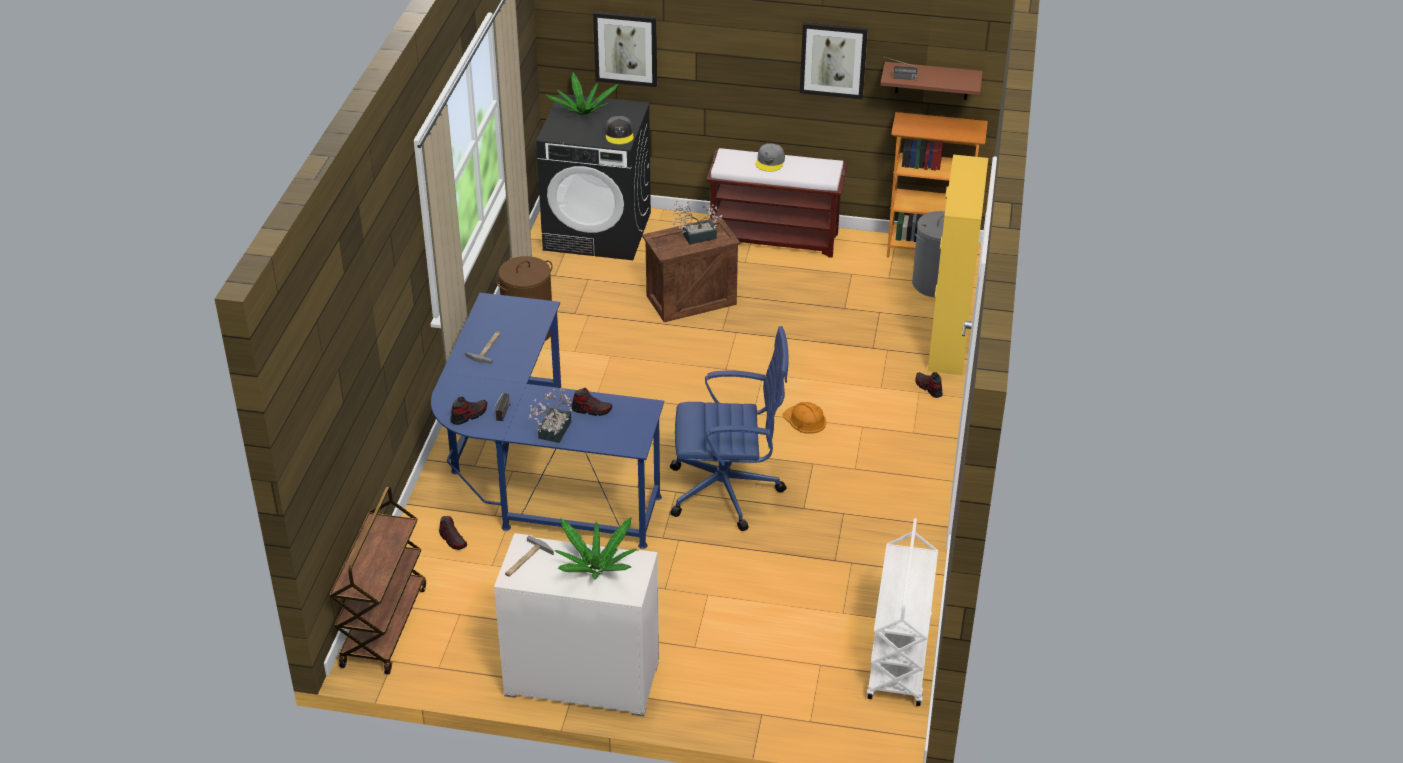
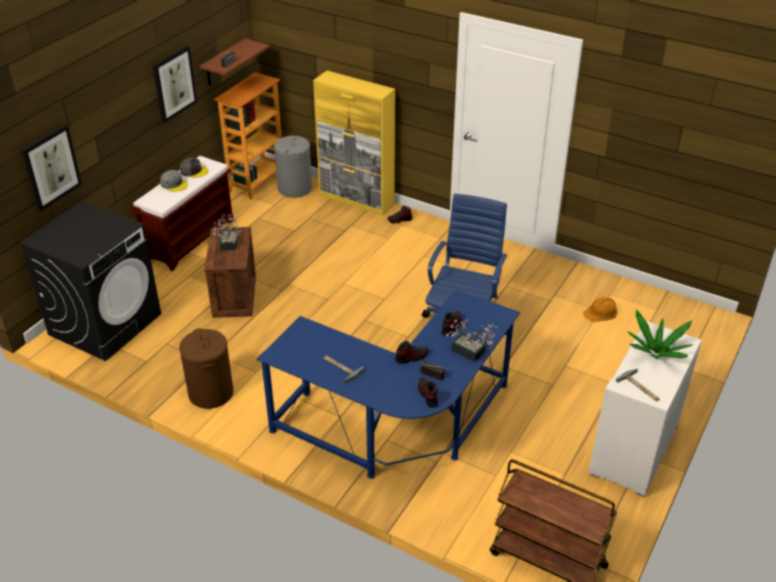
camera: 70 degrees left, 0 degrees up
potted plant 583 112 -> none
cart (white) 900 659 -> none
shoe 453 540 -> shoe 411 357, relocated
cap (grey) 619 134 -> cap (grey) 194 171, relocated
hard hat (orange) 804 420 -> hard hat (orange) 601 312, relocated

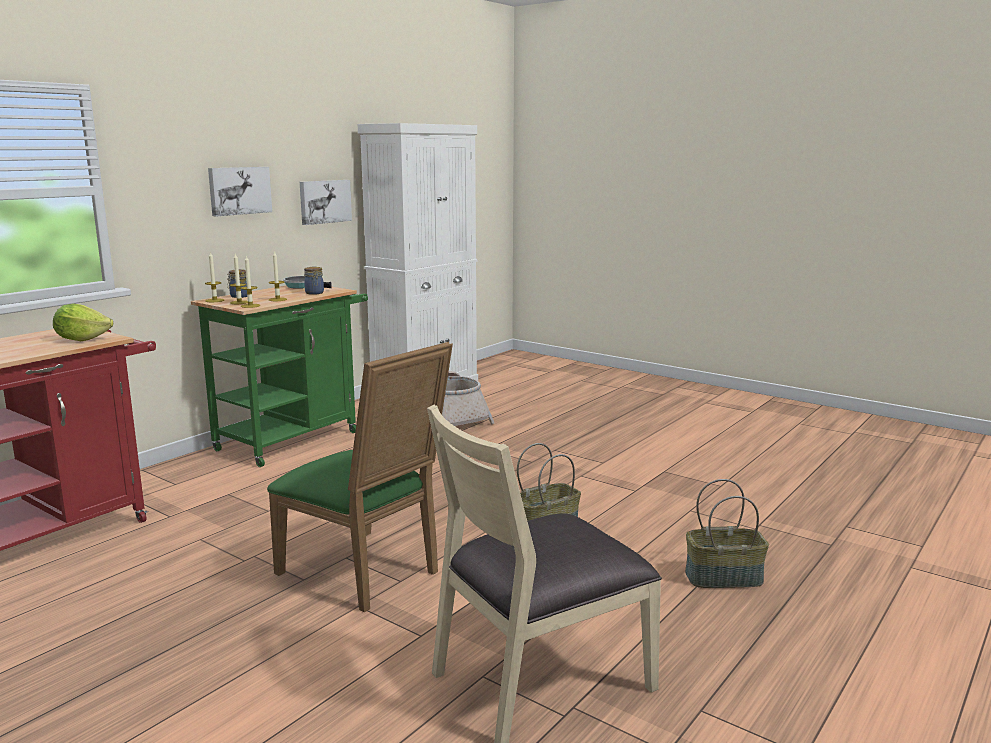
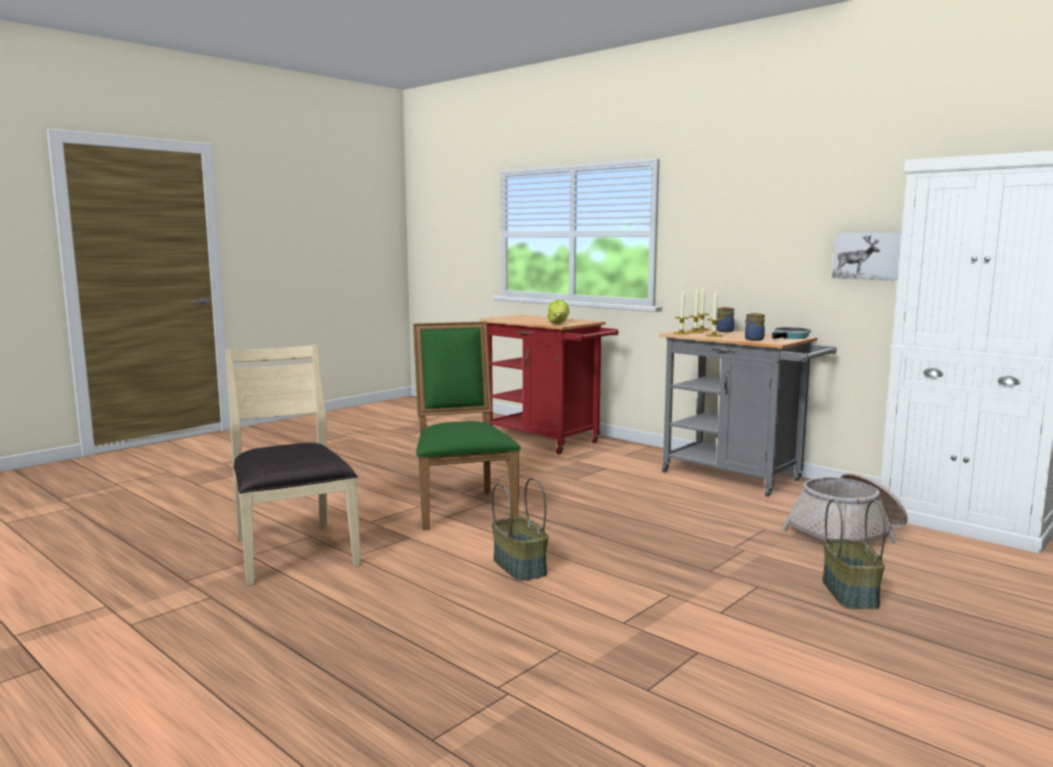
camera: 95 degrees right, 5 degrees down
picture 239 190 -> none
basket 724 577 -> basket 851 593, relocated
cart (green) 294 438 -> cart (grey) 739 478
chair (green) 366 573 -> chair (green) 462 507, 120 degrees clockwise

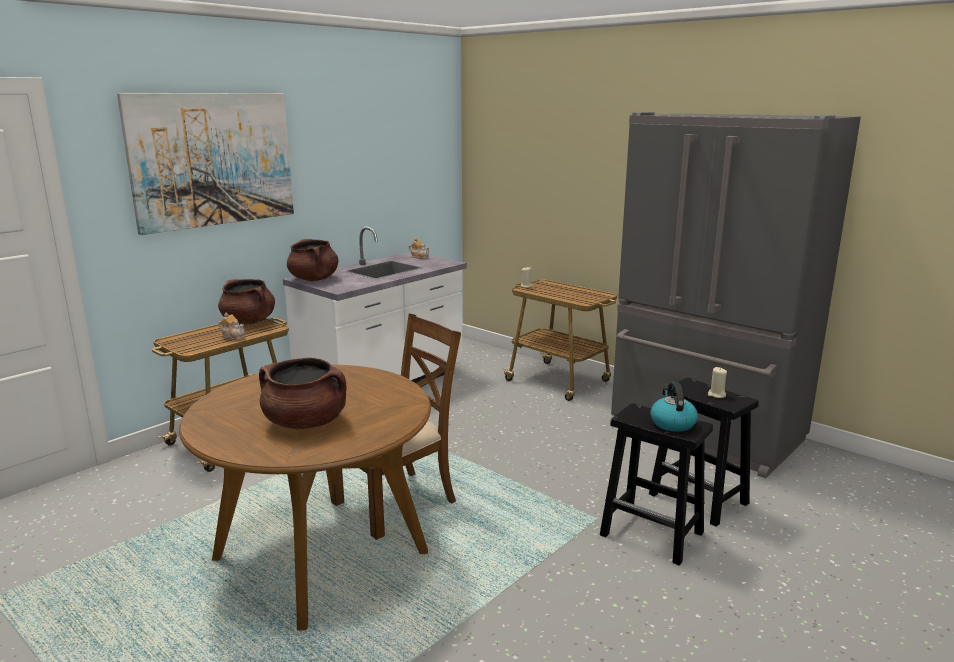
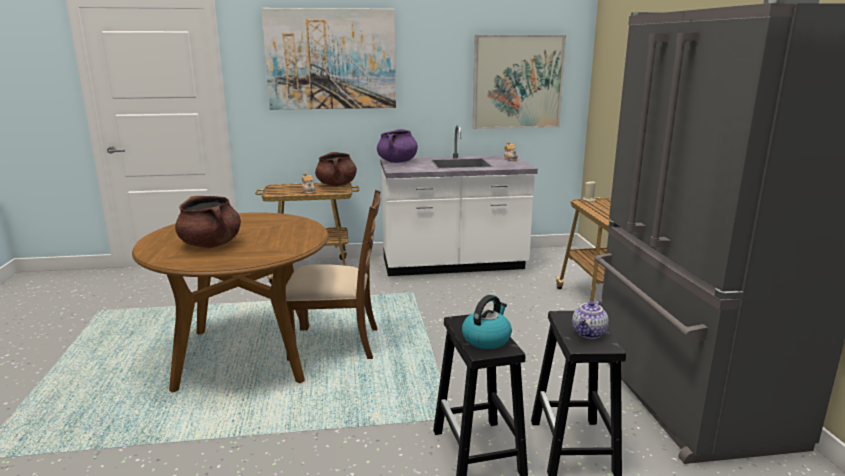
camera: 40 degrees right, 0 degrees up
none -> picture 517 82
candle (beige) 716 395 -> teapot 589 333
cooking pot (brown) 314 279 -> cooking pot (purple) 397 162

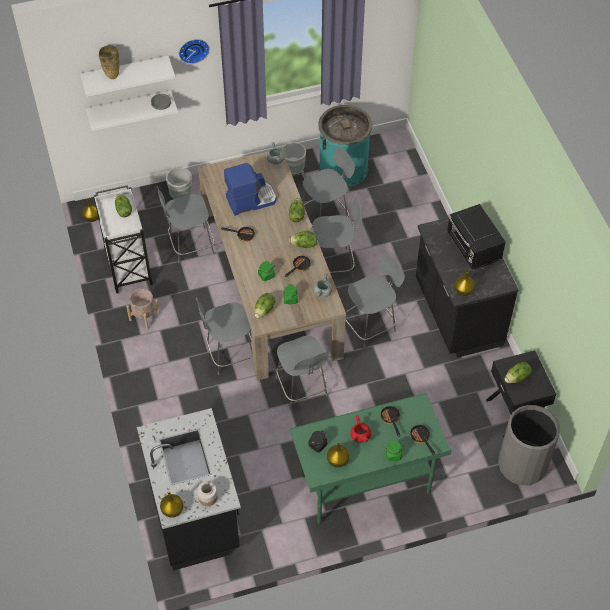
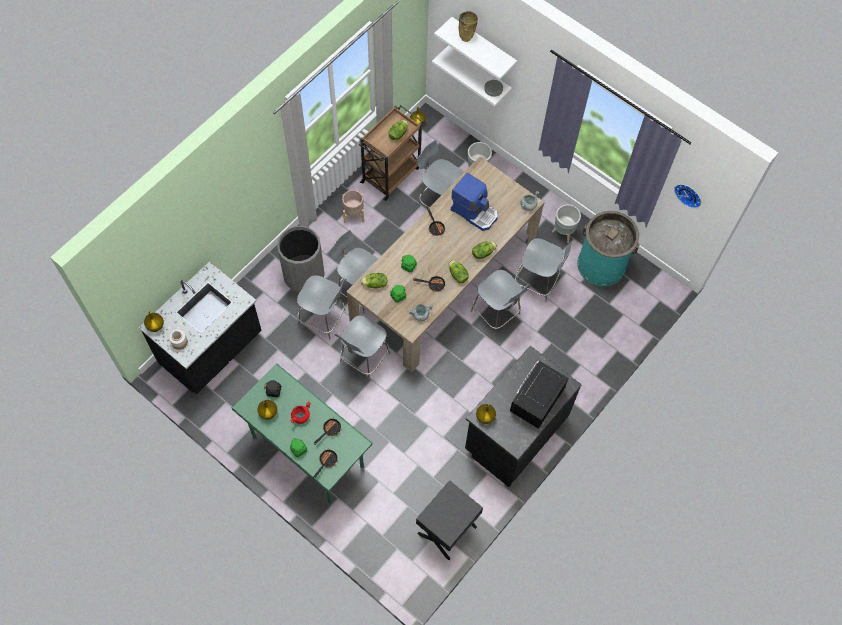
camera: 55 degrees right, 10 degrees up
lettuce 517 377 -> none
wall clock 193 49 -> wall clock 689 194, relocated
chair (grey) 370 326 -> chair (grey) 323 318, relocated
trash can (grey) 522 465 -> trash can (grey) 304 275, relocated
cart (white) 128 265 -> cart (brown) 391 174

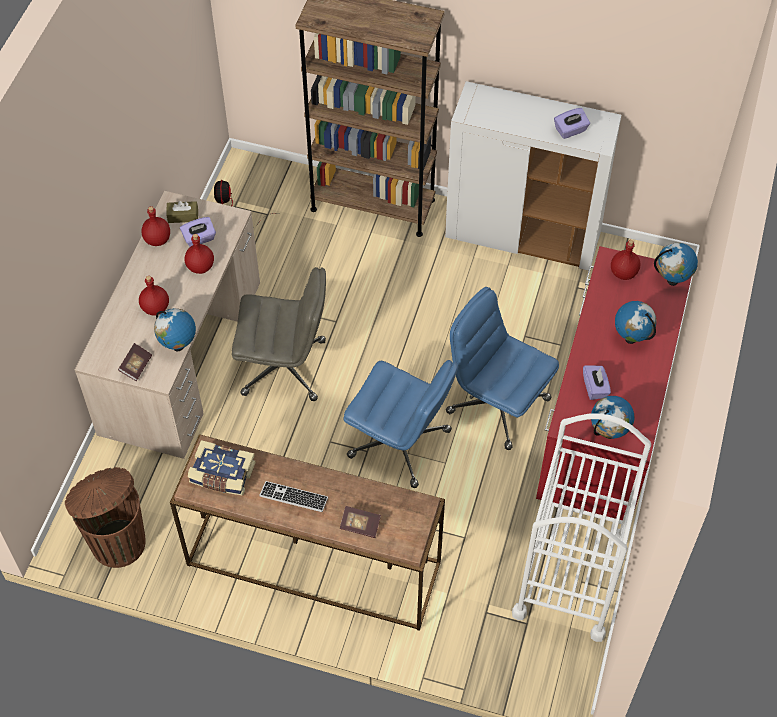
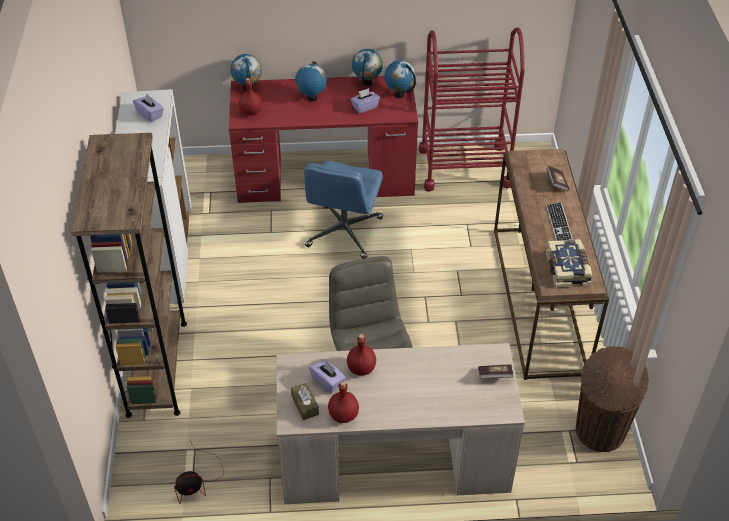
camera: 110 degrees left, 10 degrees down
bottle (red) 155 308 -> none
office chair (blue) 401 443 -> none
globe 178 346 -> globe 367 83, relocated
cart (white) 570 576 -> cart (red) 464 167

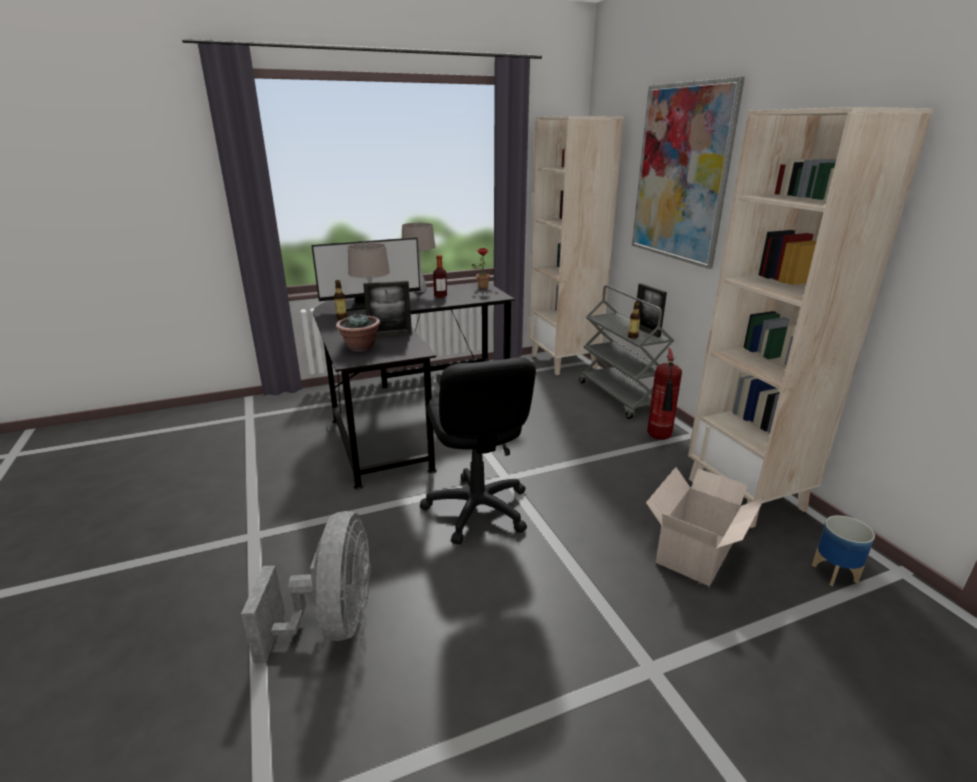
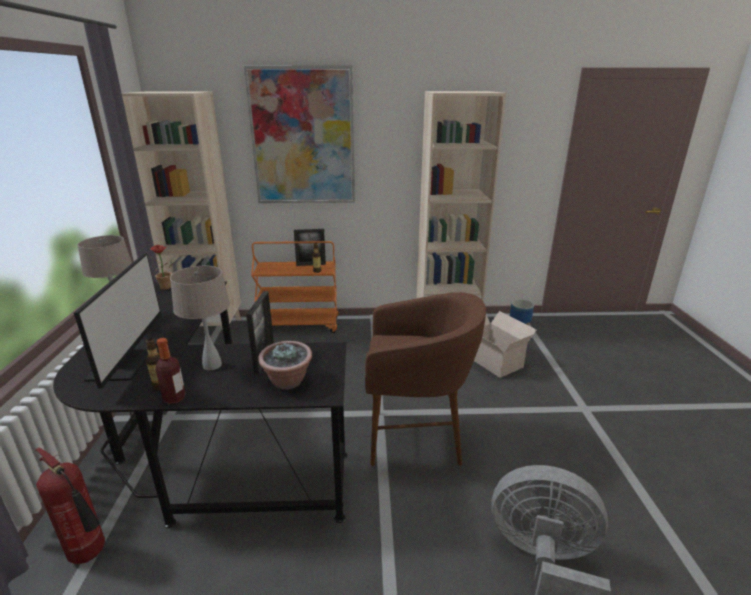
camera: 70 degrees left, 0 degrees up
bottle 440 296 -> bottle 174 398, relocated
fire extinguisher 659 438 -> fire extinguisher 91 554, relocated
office chair (black) 477 509 -> stool (brown) 416 440
cart (grey) 620 397 -> cart (orange) 299 325

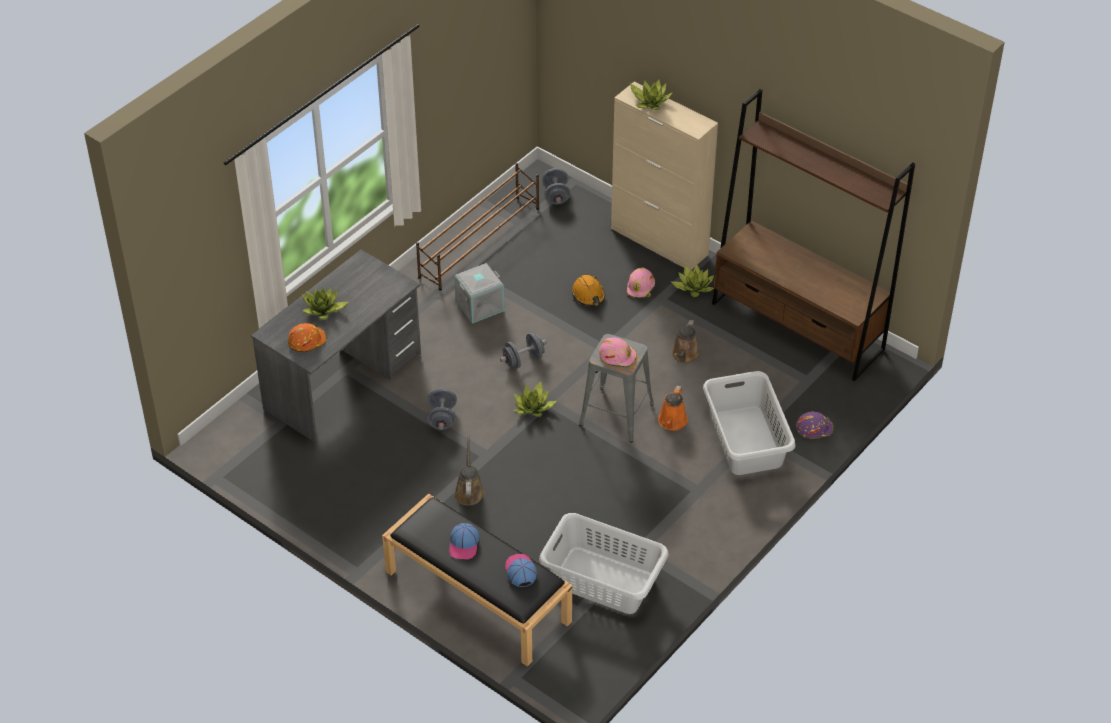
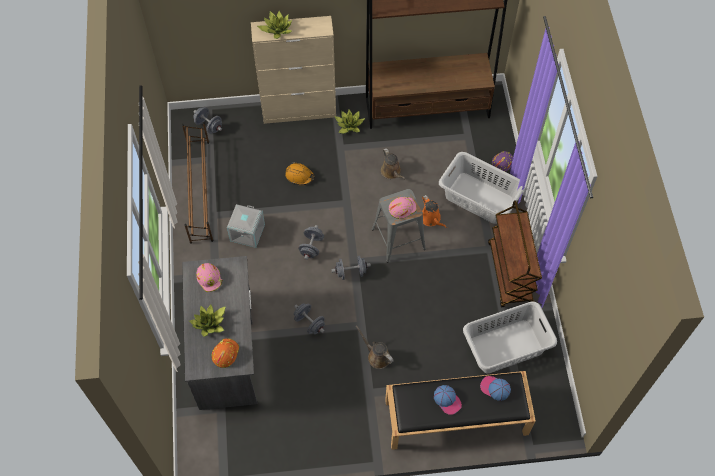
camera: 45 degrees left, 15 degrees up
none -> cart (brown) 510 274
hard hat (pink) 641 288 -> hard hat (pink) 210 278, relocated
potted plant 533 407 -> dumbbell (grey) 351 272

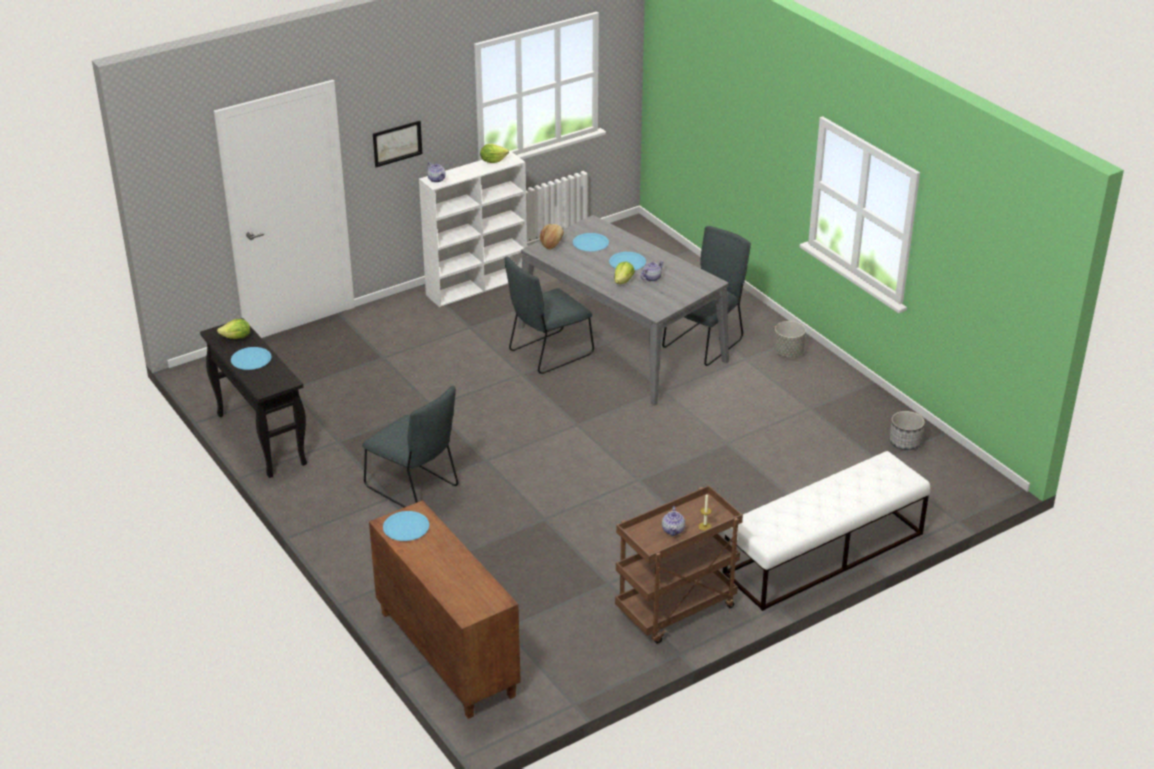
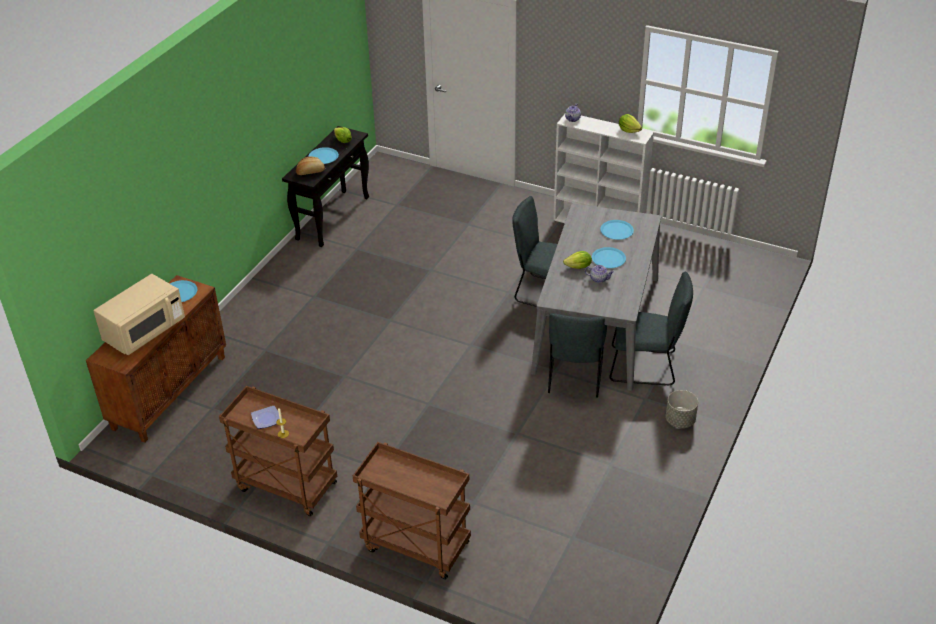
camera: 60 degrees right, 5 degrees up
picture 397 143 -> none
planter 905 442 -> none
none -> microwave (beige) 144 331
chair (grey) 415 488 -> chair (grey) 574 378, relocated
bread 552 242 -> bread 310 172, relocated
teapot 673 530 -> plate 267 419
bench (white) 823 554 -> cart (brown) 414 546

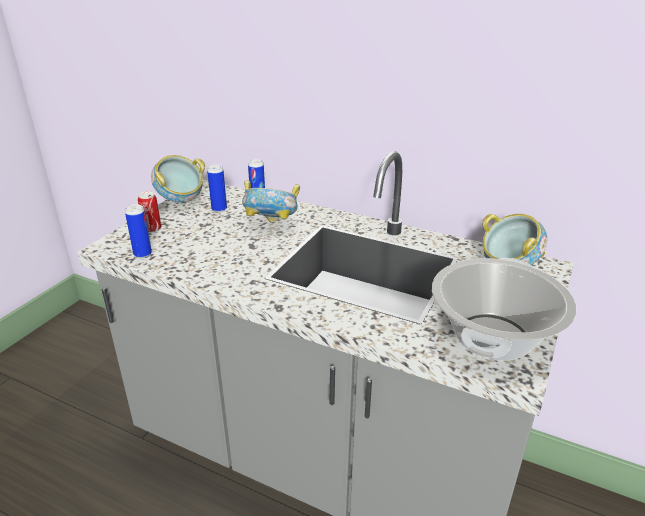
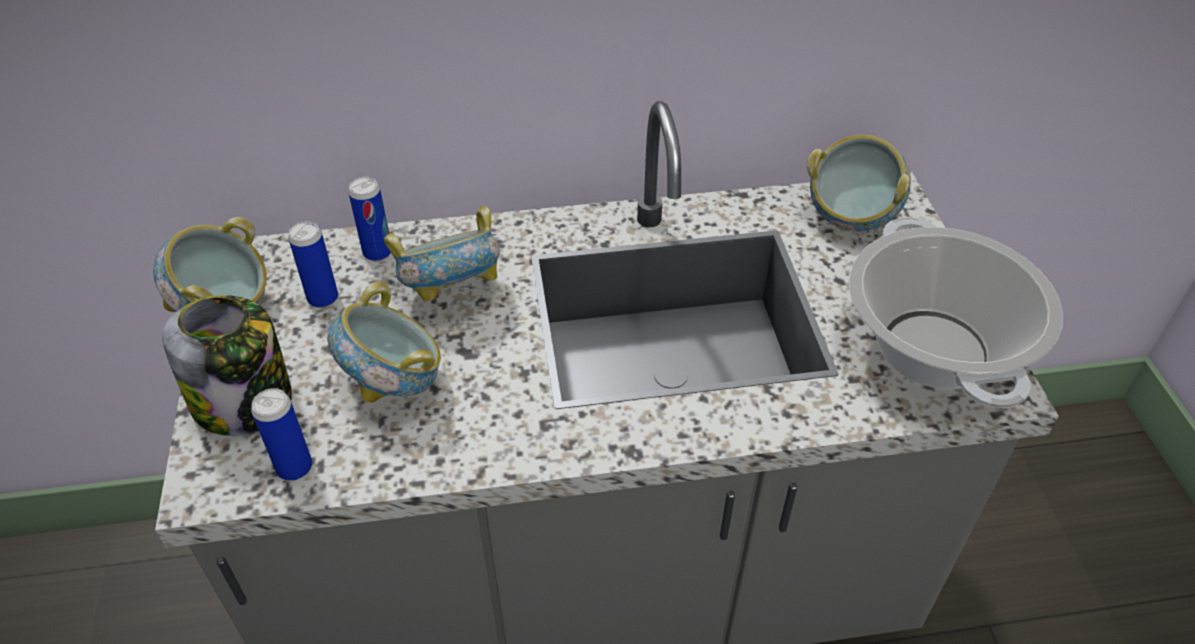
camera: 35 degrees left, 15 degrees up
none -> bowl 395 384
can 152 228 -> jar 246 402

